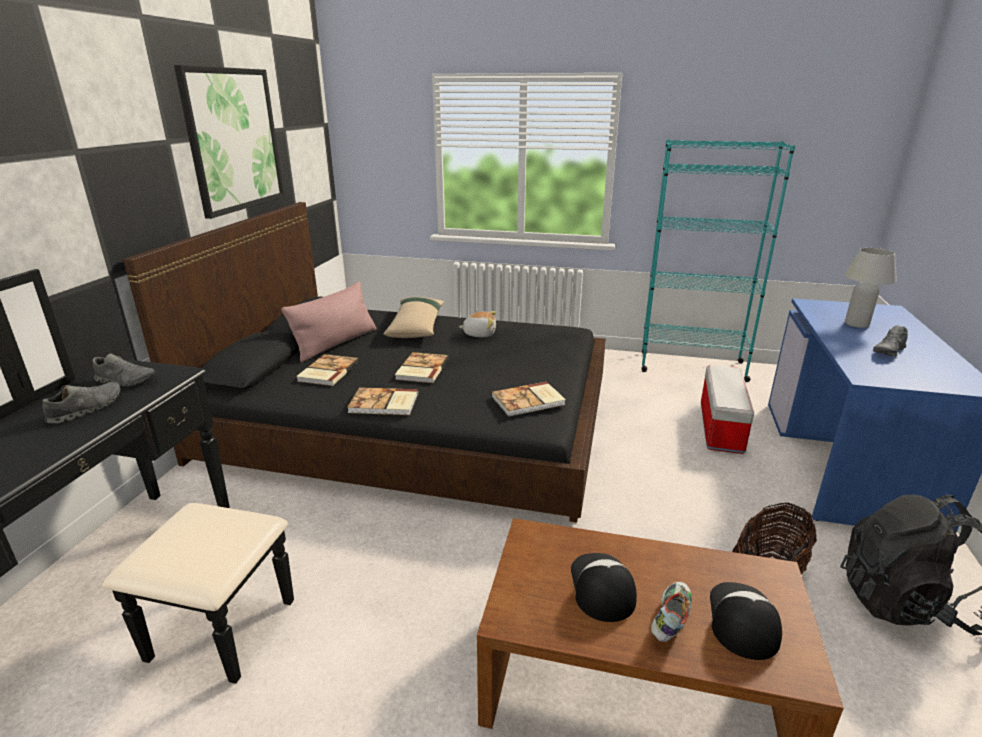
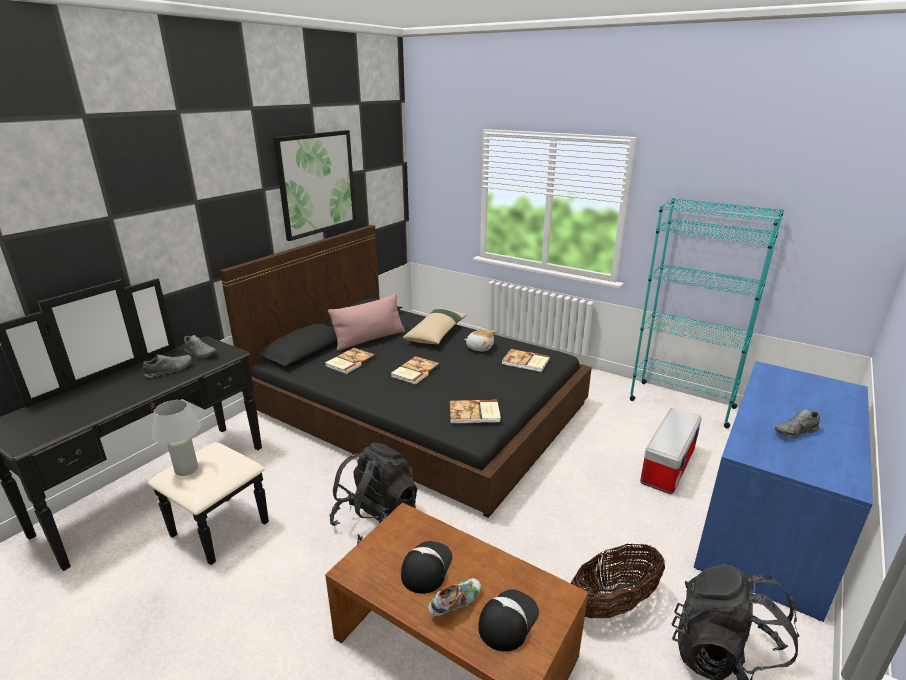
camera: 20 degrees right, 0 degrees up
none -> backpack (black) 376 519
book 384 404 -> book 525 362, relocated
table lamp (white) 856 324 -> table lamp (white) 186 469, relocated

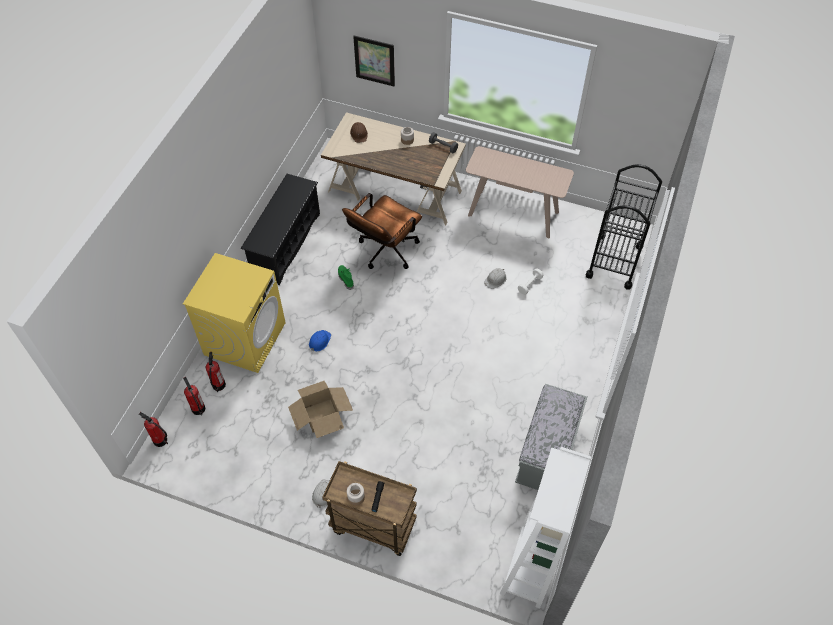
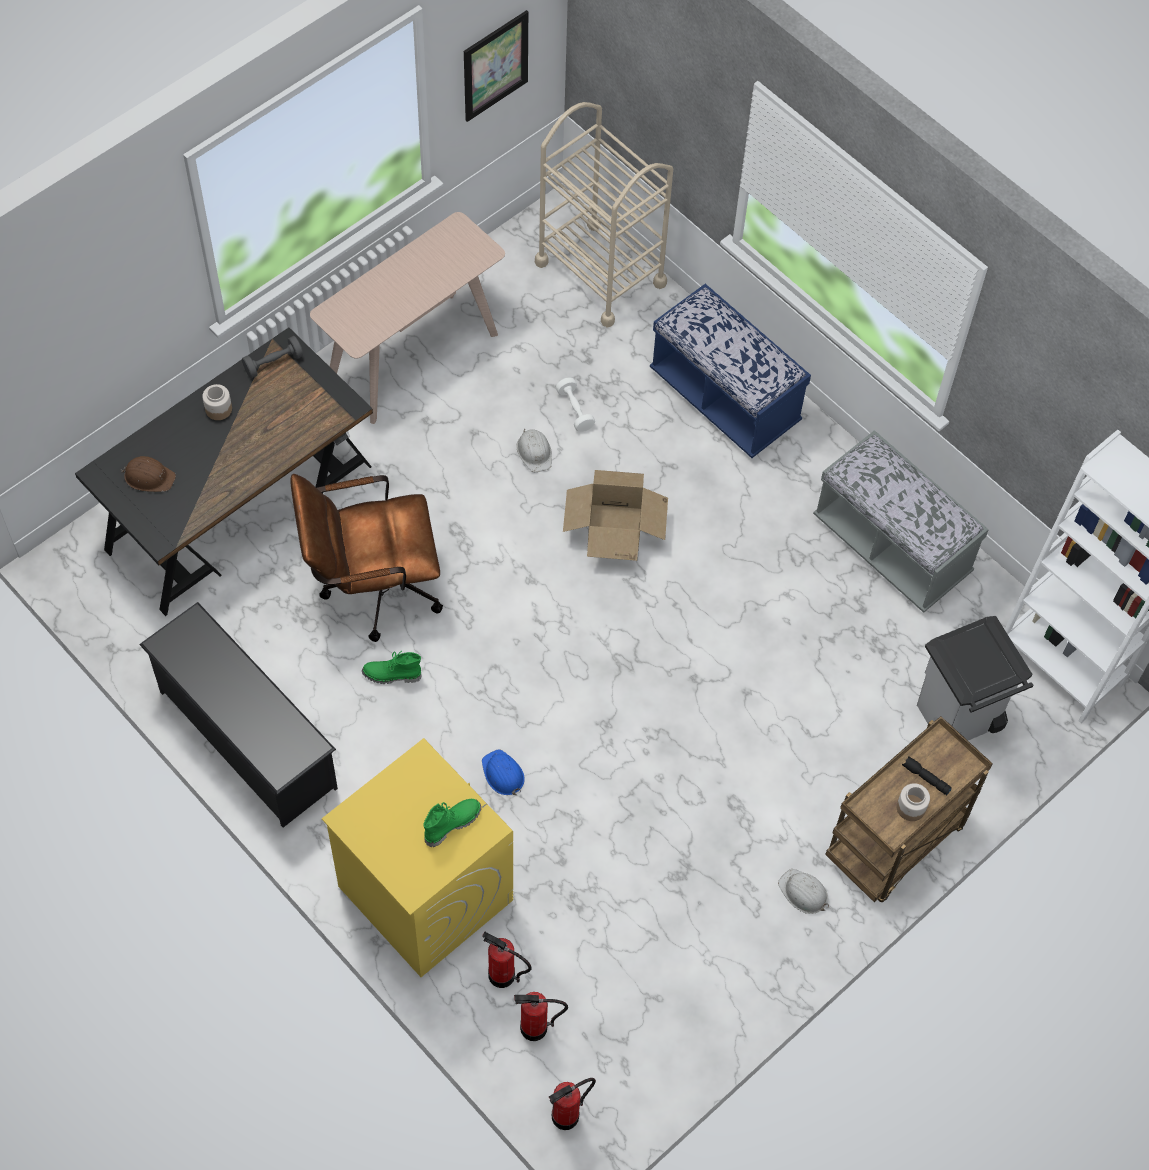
camera: 65 degrees left, 5 degrees up
none -> boot (green) 452 823
none -> bench (blue) 724 398
none -> trash can (grey) 957 719
cardboard box 322 415 -> cardboard box 615 528, relocated
picture 374 61 -> picture 495 65, relocated
desk (beige) 395 191 -> desk (black) 239 506
cart (black) 614 261 -> cart (beige) 600 273
office chair (brown) 384 252 -> office chair (brown) 372 588, 105 degrees clockwise

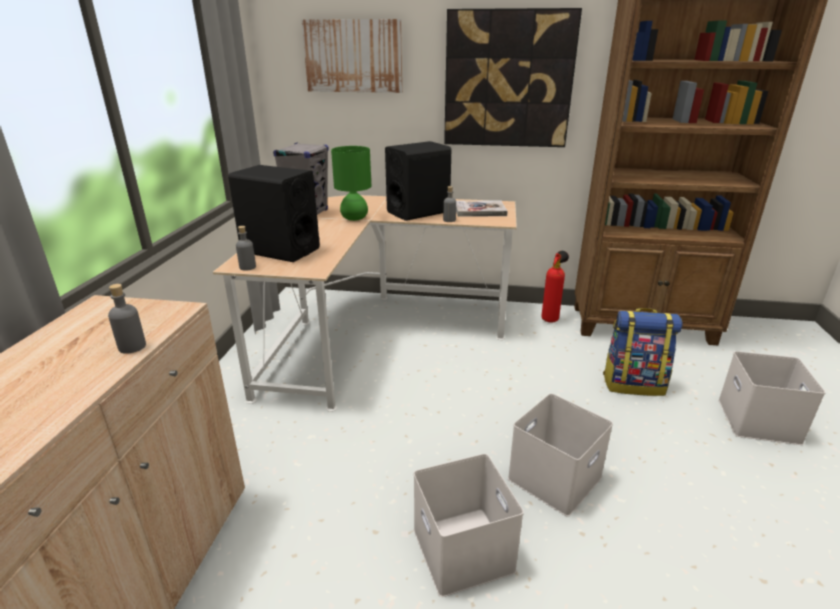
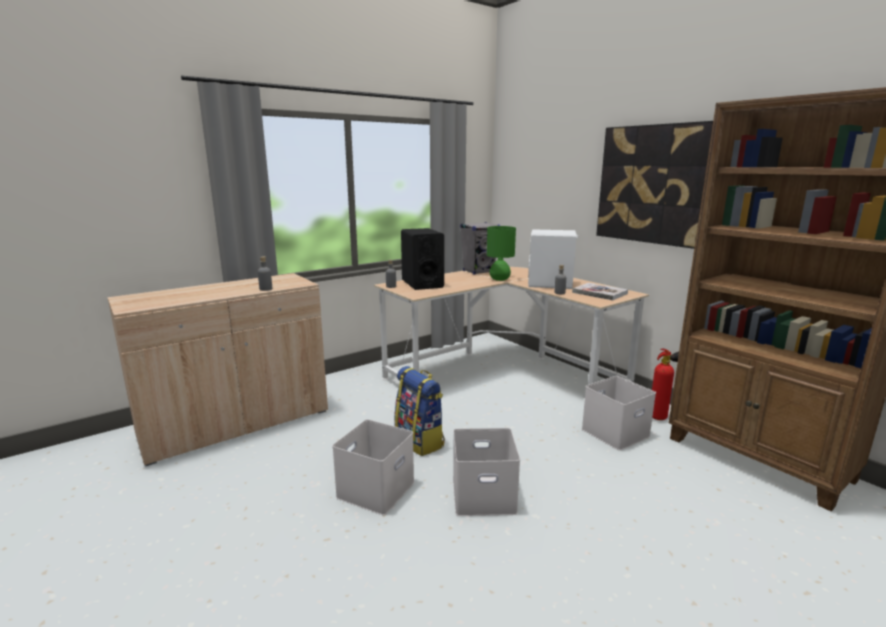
camera: 45 degrees right, 10 degrees down
picture 353 56 -> none
backpack 633 384 -> backpack 420 441, relocated
storage box (white) 756 419 -> storage box (white) 615 432, relocated
speaker (black) 418 212 -> speaker (white) 550 284

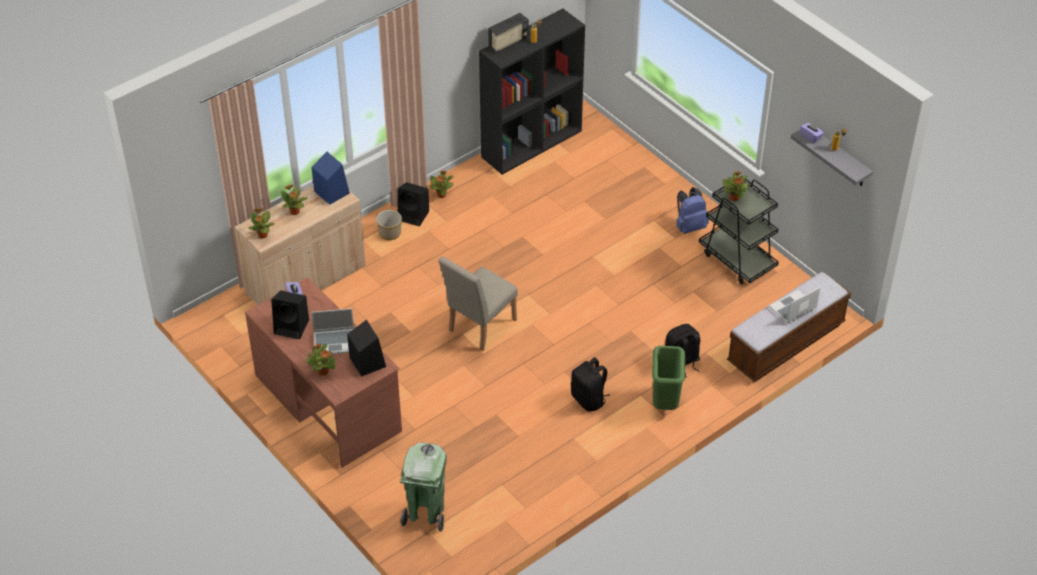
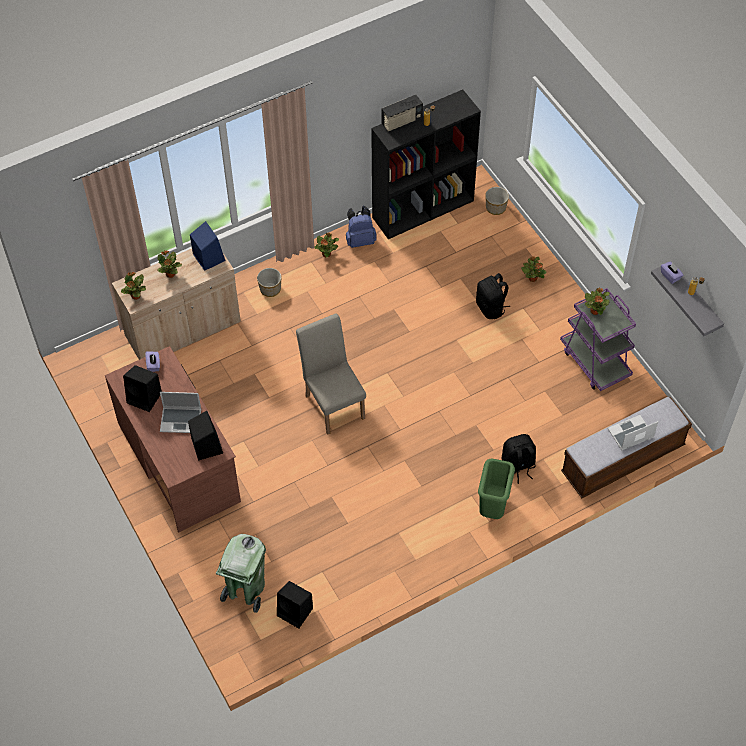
camera: 10 degrees right, 10 degrees up
none -> planter 496 207
potted plant 323 371 -> potted plant 532 278, relocated
speaker (black) 414 215 -> speaker (black) 296 612, relocated
backpack (black) 589 399 -> backpack (black) 491 308, relocated
backpack (blue) 689 226 -> backpack (blue) 360 240, relocated
cart (black) 737 259 -> cart (purple) 595 362
chair (beige) 478 328 -> chair (beige) 333 402, 105 degrees clockwise

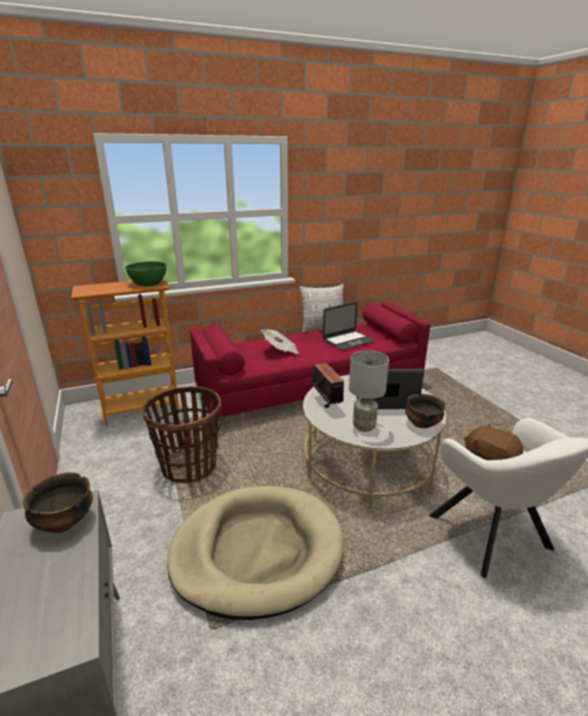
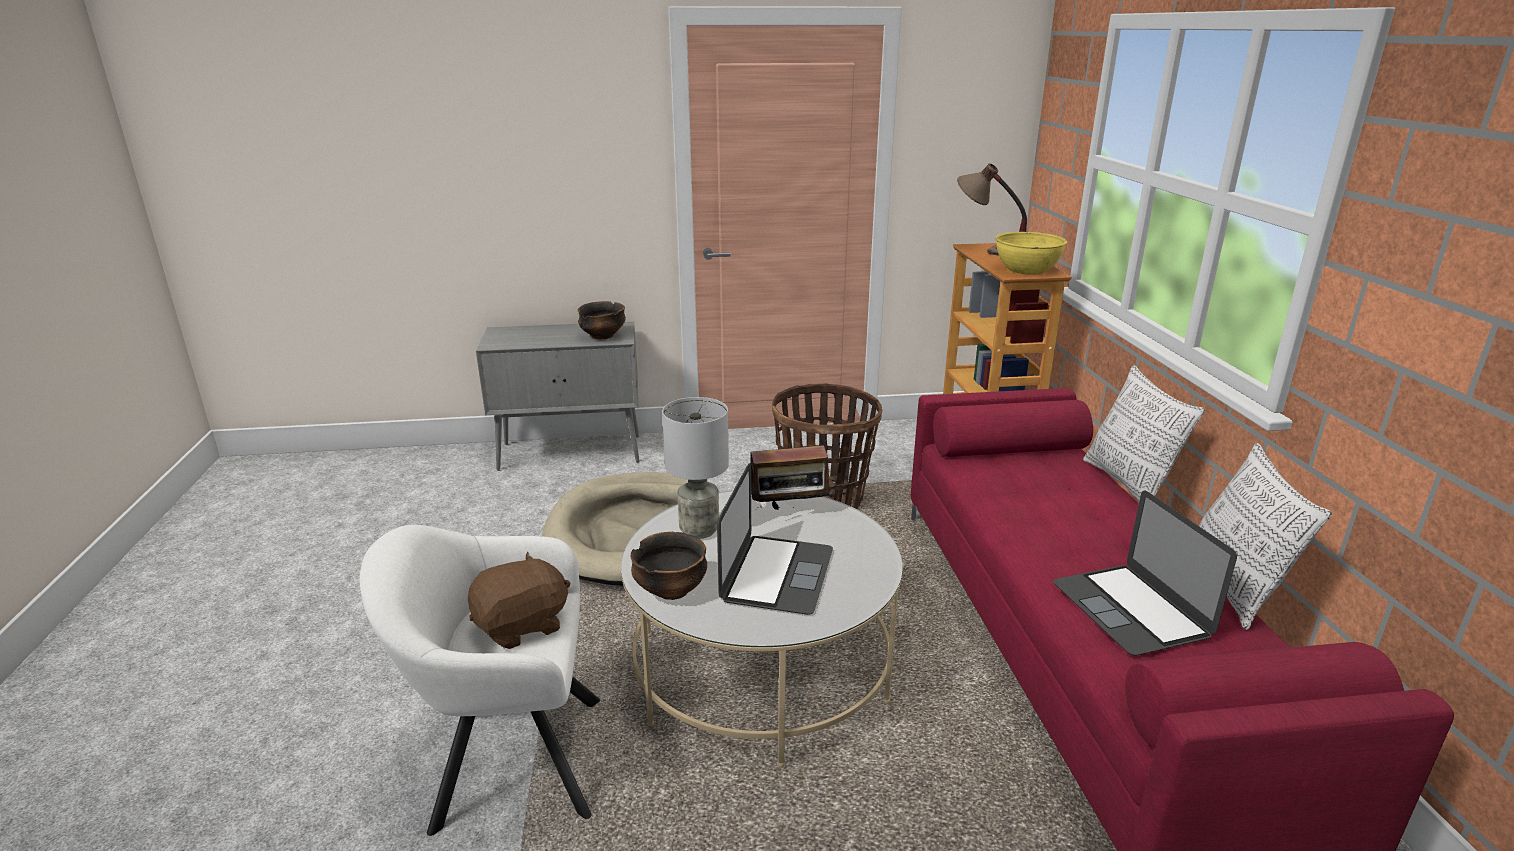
camera: 105 degrees right, 0 degrees up
newspaper 281 351 -> none
none -> table lamp 987 250
none -> pillow 1128 484
bowl (green) 148 283 -> bowl (yellow) 1026 269

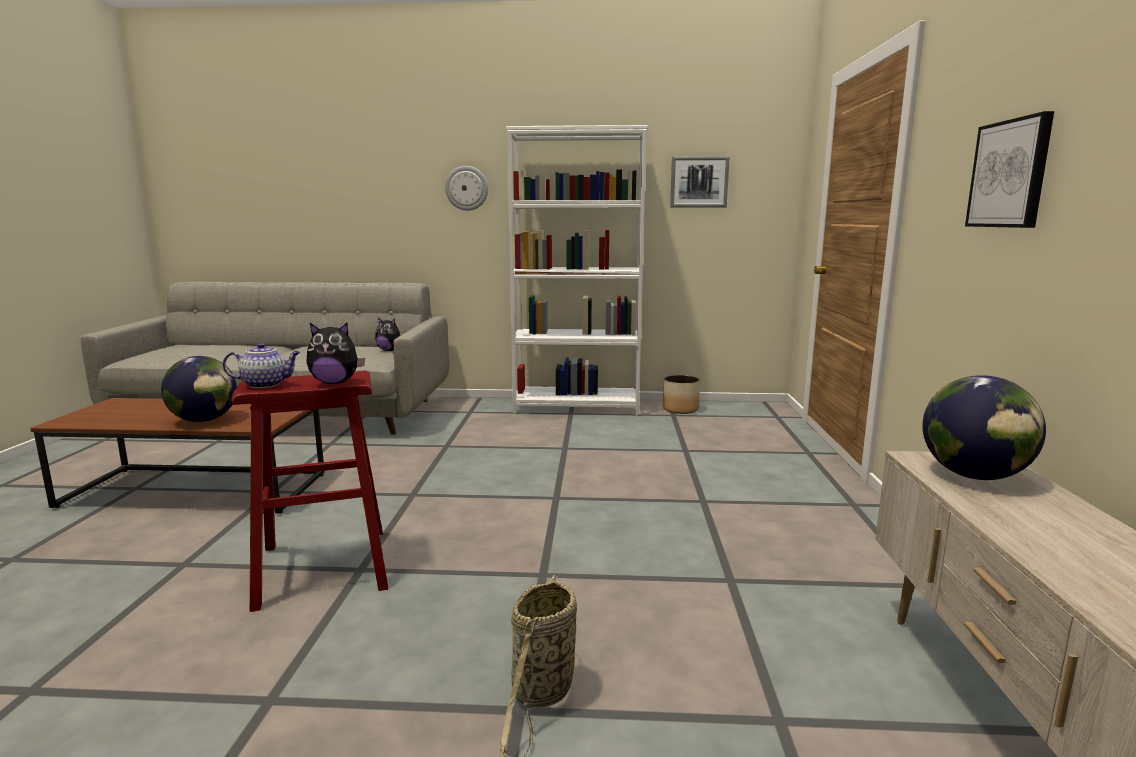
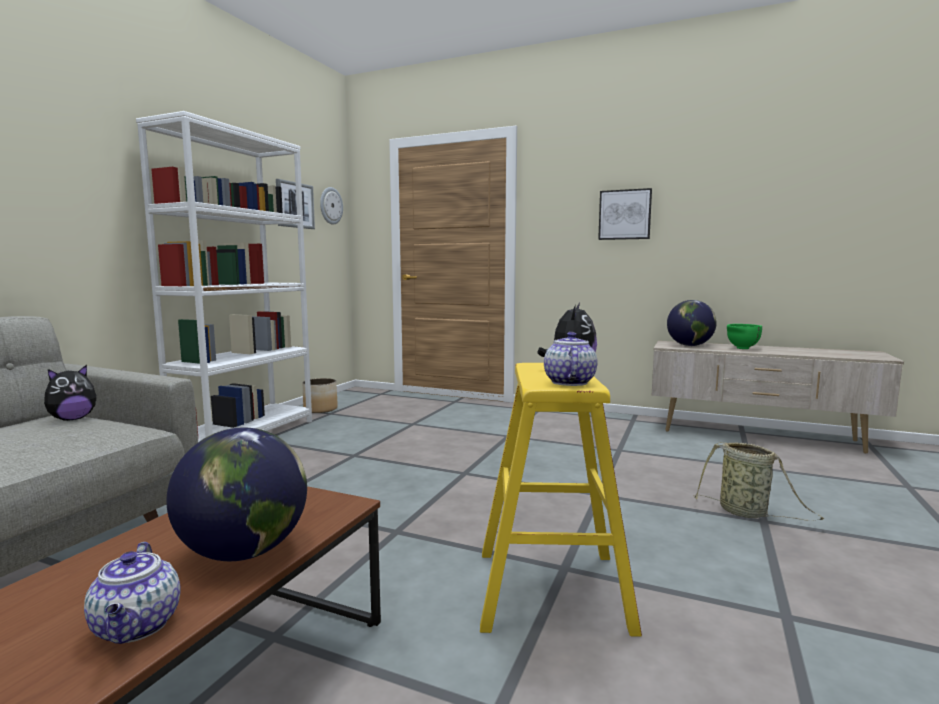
camera: 70 degrees left, 5 degrees down
none -> teapot 137 627
none -> bowl (green) 741 348
wall clock 467 188 -> wall clock 330 206, relocated
stool (red) 324 567 -> stool (yellow) 551 589

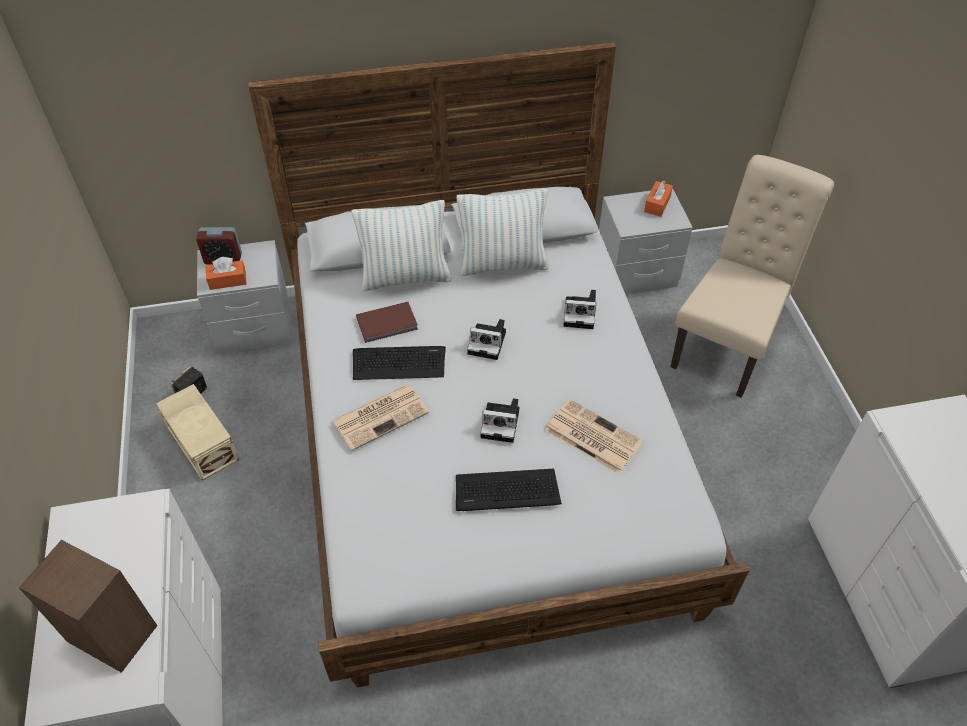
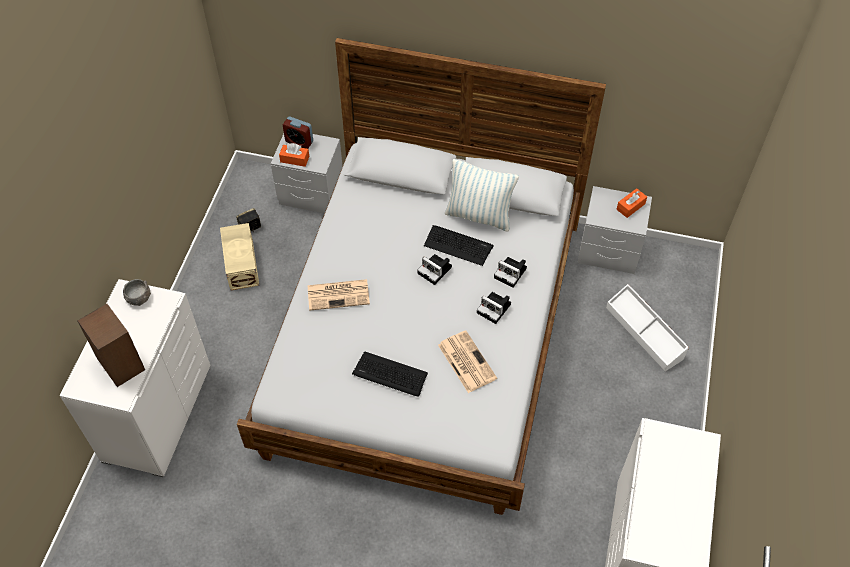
camera: 25 degrees right, 5 degrees up
pillow 405 277 -> none
book (brown) 388 324 -> none
none -> bowl (grey) 139 298
keyboard 399 363 -> keyboard 458 245, relocated
photo camera 502 423 -> photo camera 495 309, relocated
chair (beige) 727 343 -> storage box (white) 645 332

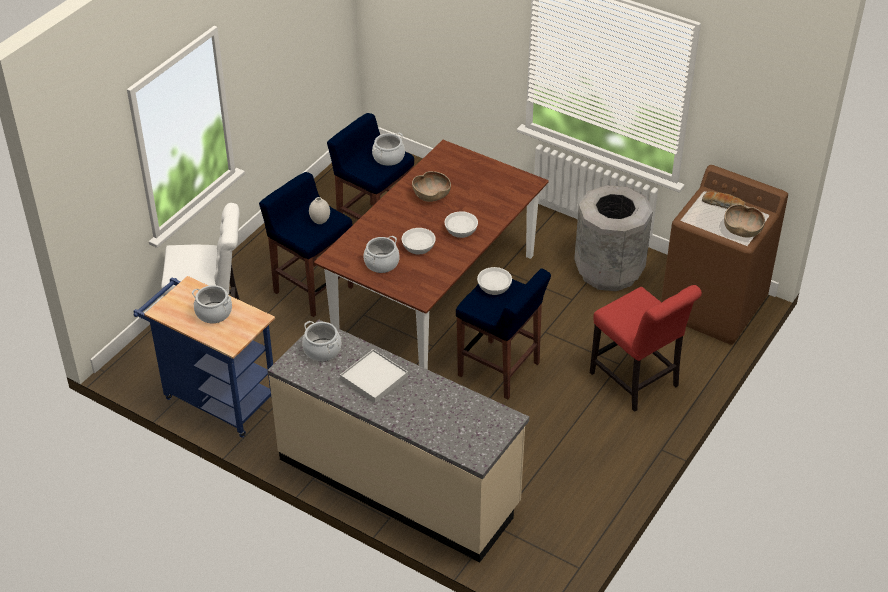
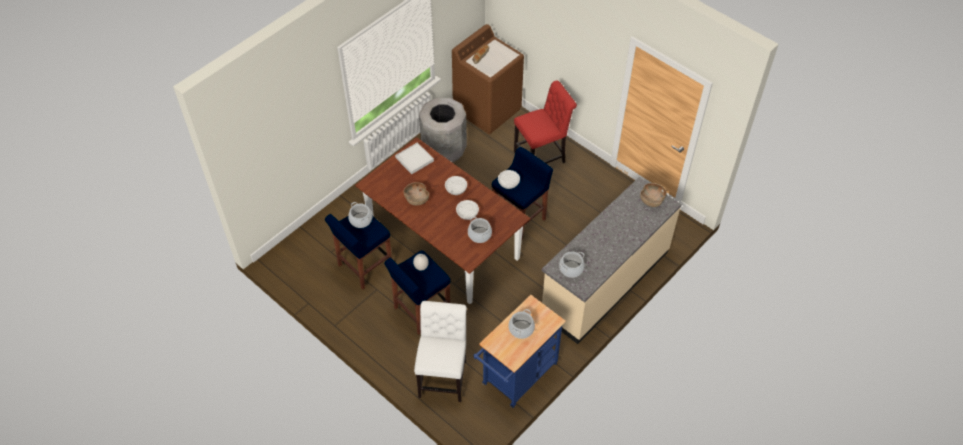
camera: 80 degrees left, 10 degrees up
tray (white) 374 378 -> tray (white) 414 159, relocated
bowl (brown) 742 231 -> bowl (brown) 651 200, relocated

